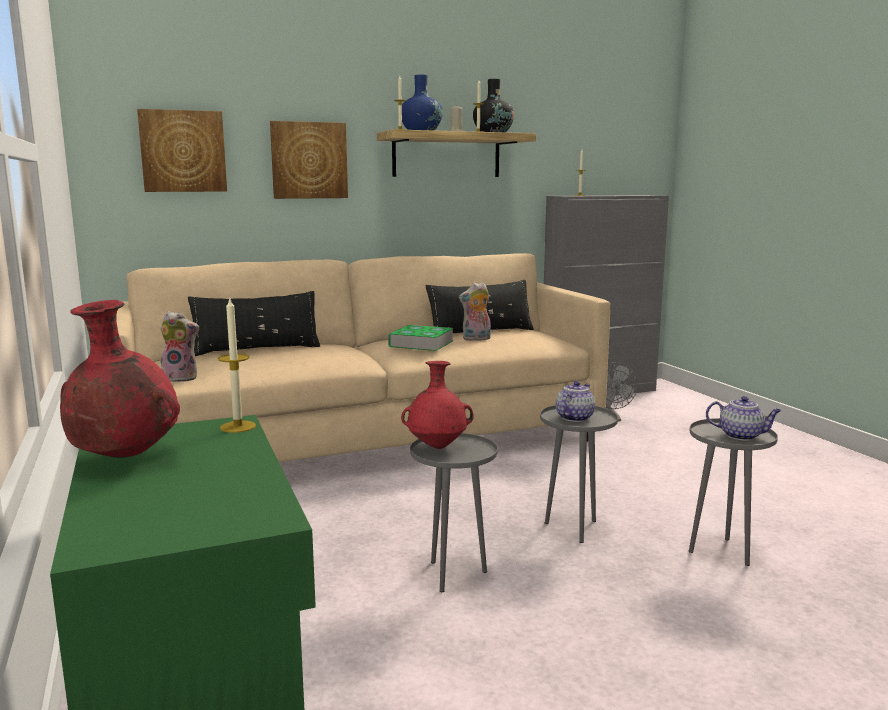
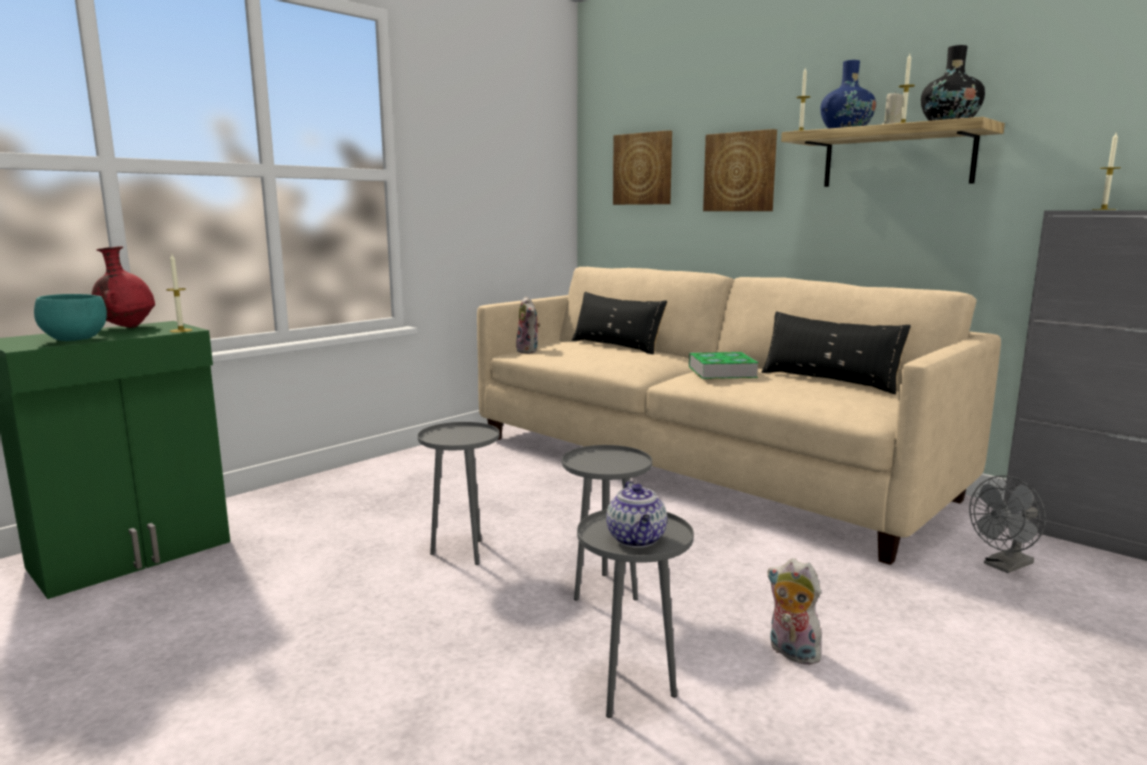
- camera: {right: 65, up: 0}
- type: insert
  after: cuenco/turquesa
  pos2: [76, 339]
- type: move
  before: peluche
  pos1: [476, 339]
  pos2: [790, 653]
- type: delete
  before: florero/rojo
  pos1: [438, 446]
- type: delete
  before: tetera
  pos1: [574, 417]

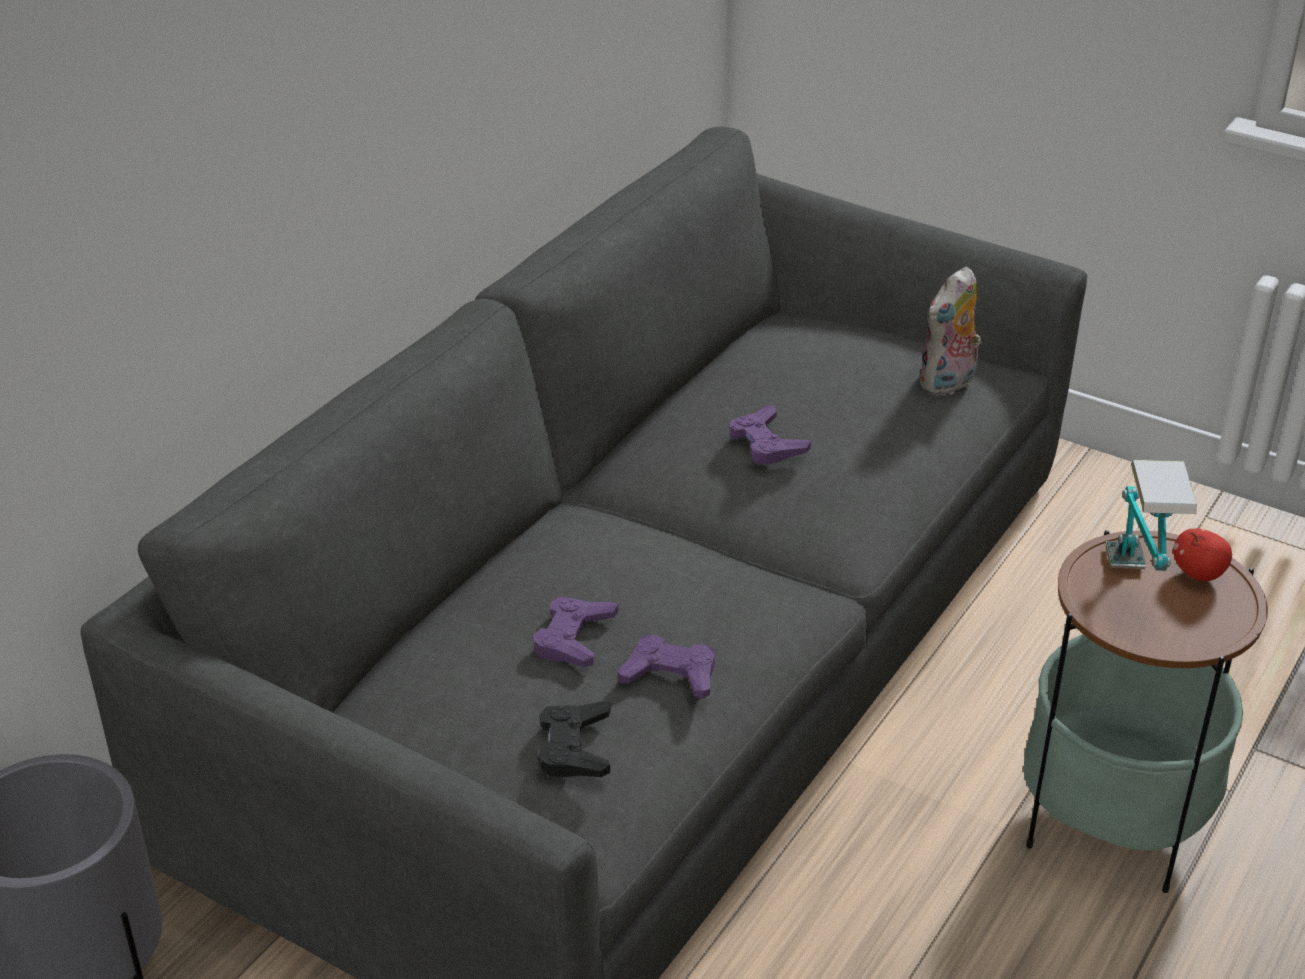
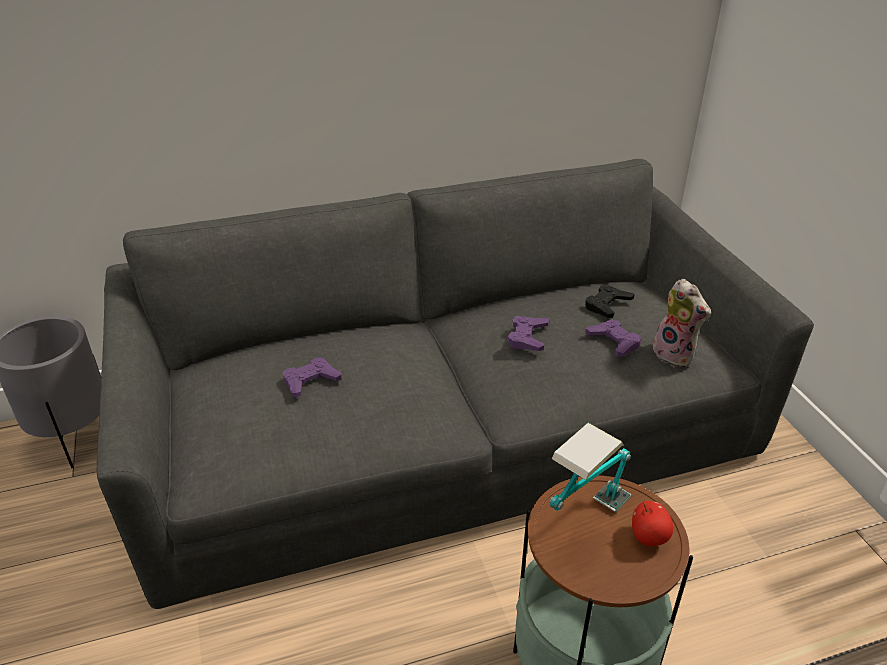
- camera: {right: 40, up: 0}
- type: move
  before: mando de consola/negro
  pos1: [574, 747]
  pos2: [607, 305]
- type: move
  before: mando de consola/morado
  pos1: [670, 674]
  pos2: [614, 342]
- type: rotate
  before: peluche
  pos1: [948, 384]
  pos2: [675, 355]
  turn: -120

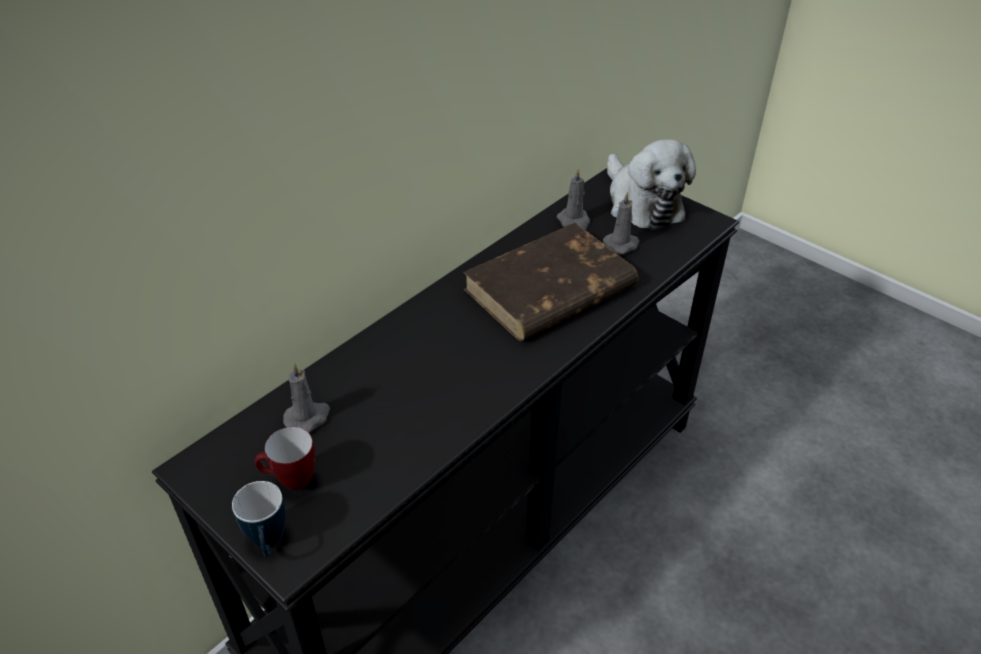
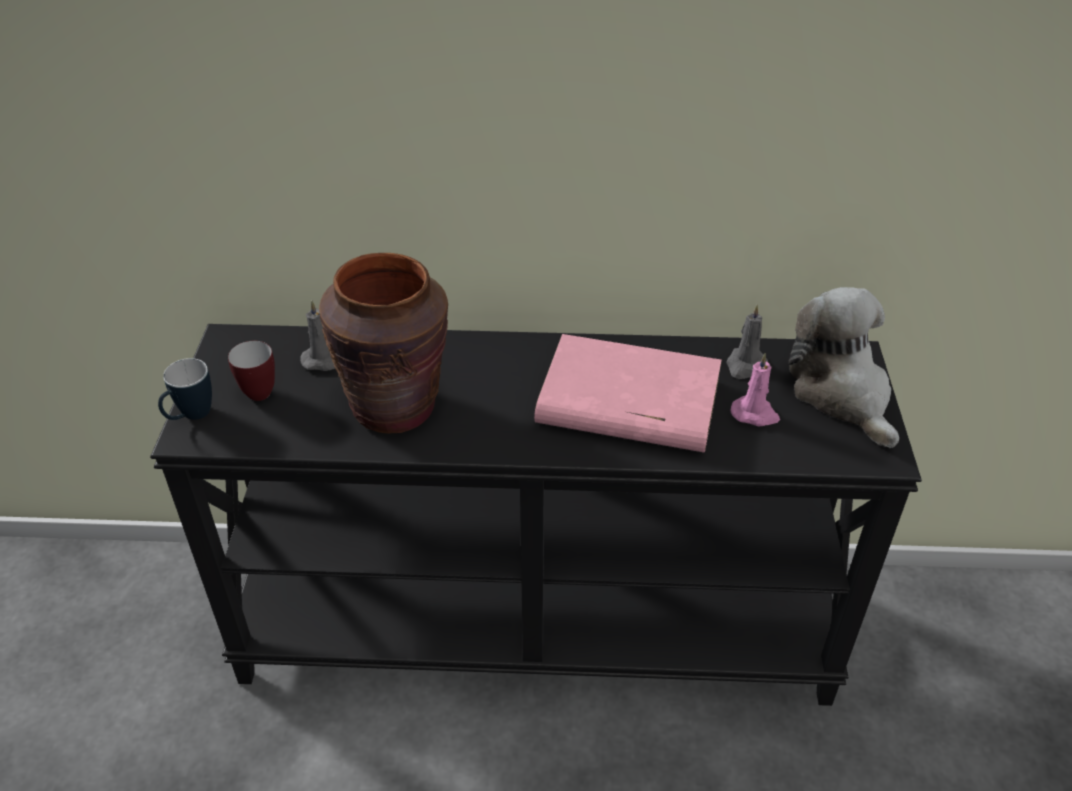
- camera: {right: 50, up: 0}
- type: insert
  after: florero/marrón
  pos2: [395, 407]
- type: recolor
  before: libro/marrón
  after: libro/rosa
  pos1: [549, 289]
  pos2: [626, 402]
- type: recolor
  before: vela/gris
  after: vela/rosa
  pos1: [621, 245]
  pos2: [755, 414]
- type: rotate
  before: peluche
  pos1: [642, 203]
  pos2: [842, 394]
  turn: 135

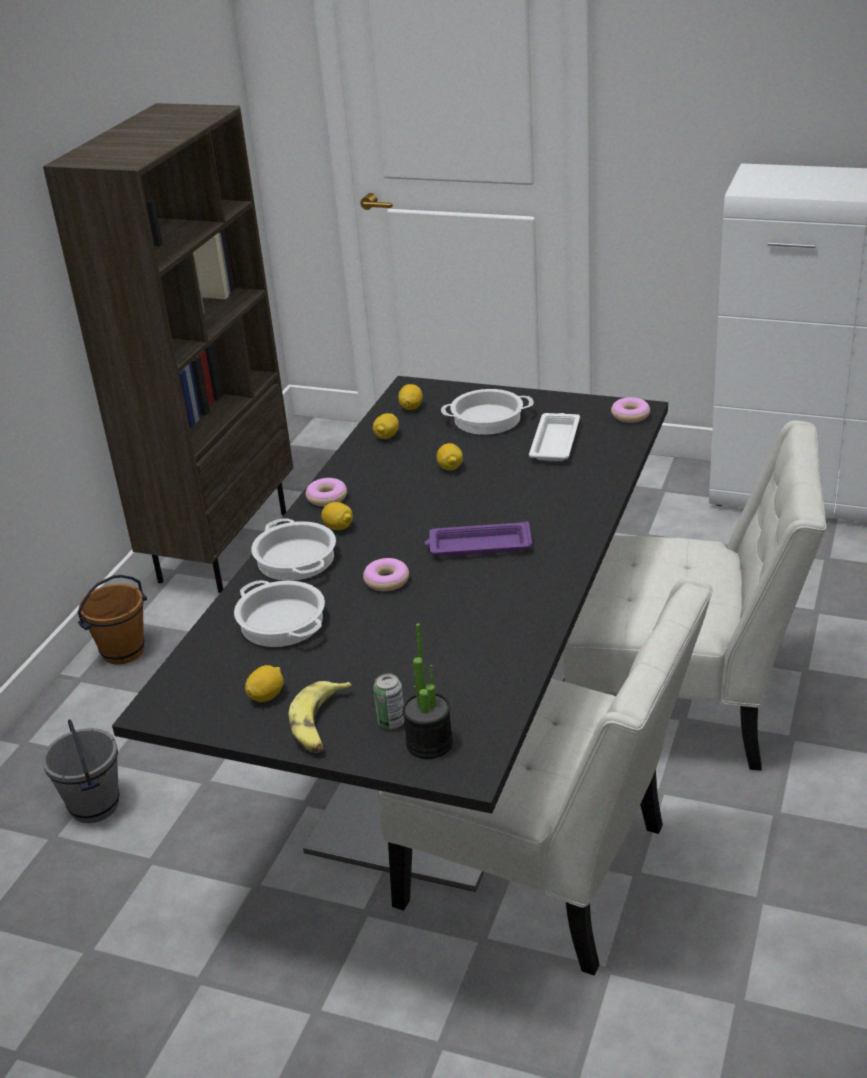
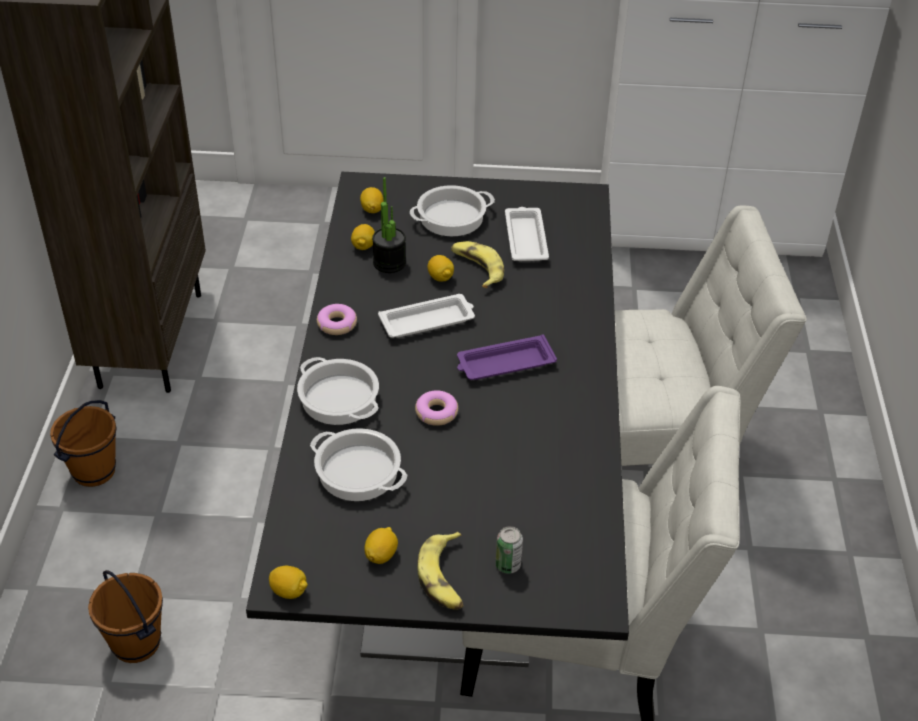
- camera: {right: -20, up: 10}
- type: recolor
  before: cubo/gris
  after: cubo/marrón
  pos1: [94, 806]
  pos2: [135, 644]
- type: move
  before: limón
  pos1: [338, 527]
  pos2: [289, 591]
- type: move
  before: planta en maceta
  pos1: [429, 743]
  pos2: [389, 263]
- type: insert
  after: bandeja/blanco
  pos2: [428, 321]
- type: insert
  after: plátano
  pos2: [477, 268]
- type: delete
  before: rosquilla
  pos1: [630, 415]

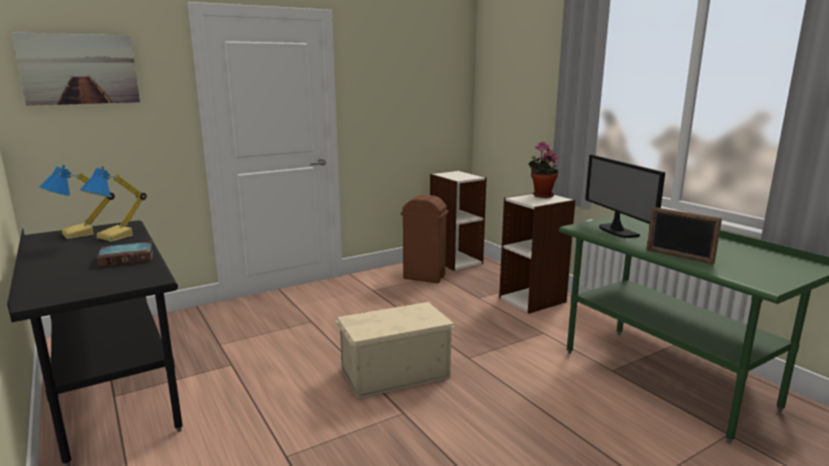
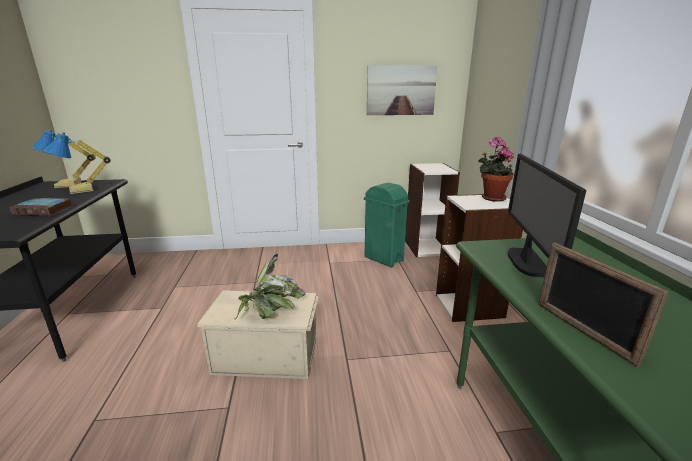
- camera: {right: 25, up: 5}
- type: insert
  after: planta en maceta
  pos2: [271, 315]
- type: recolor
  before: papelera/marrón
  after: papelera/verde
  pos1: [424, 277]
  pos2: [384, 259]
- type: move
  before: cuadro
  pos1: [79, 69]
  pos2: [401, 90]

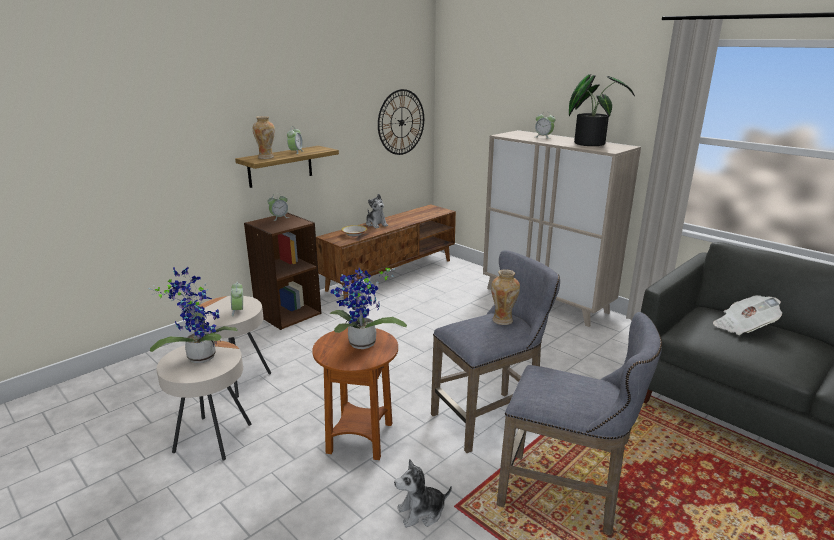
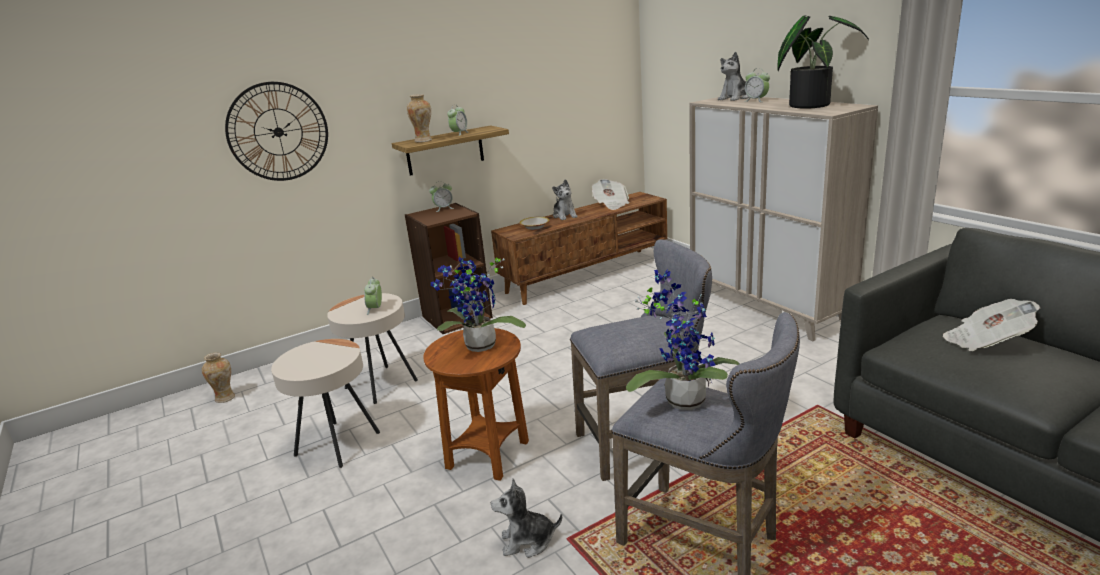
- camera: {right: 15, up: 0}
- type: move
  before: florero
  pos1: [503, 320]
  pos2: [225, 398]
- type: move
  before: reloj de pared
  pos1: [401, 122]
  pos2: [278, 132]
- type: insert
  after: periódico
  pos2: [611, 204]
- type: move
  before: planta en maceta
  pos1: [200, 355]
  pos2: [681, 398]
- type: insert
  after: peluche
  pos2: [735, 98]

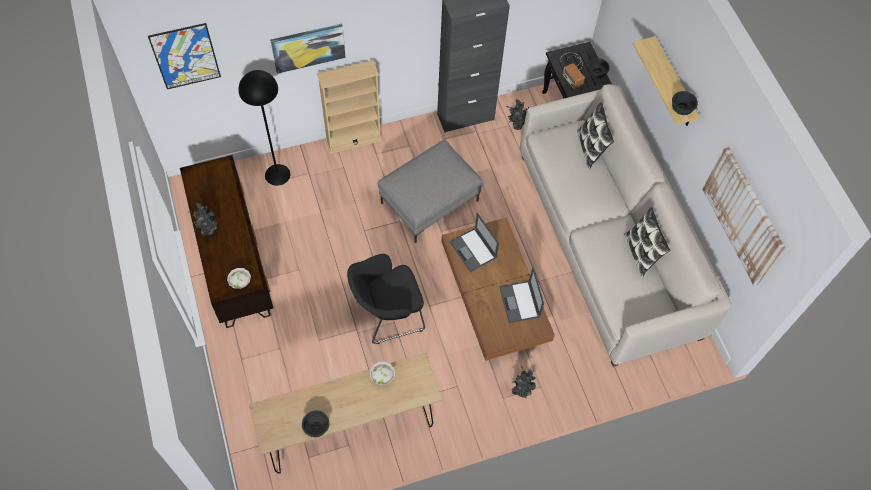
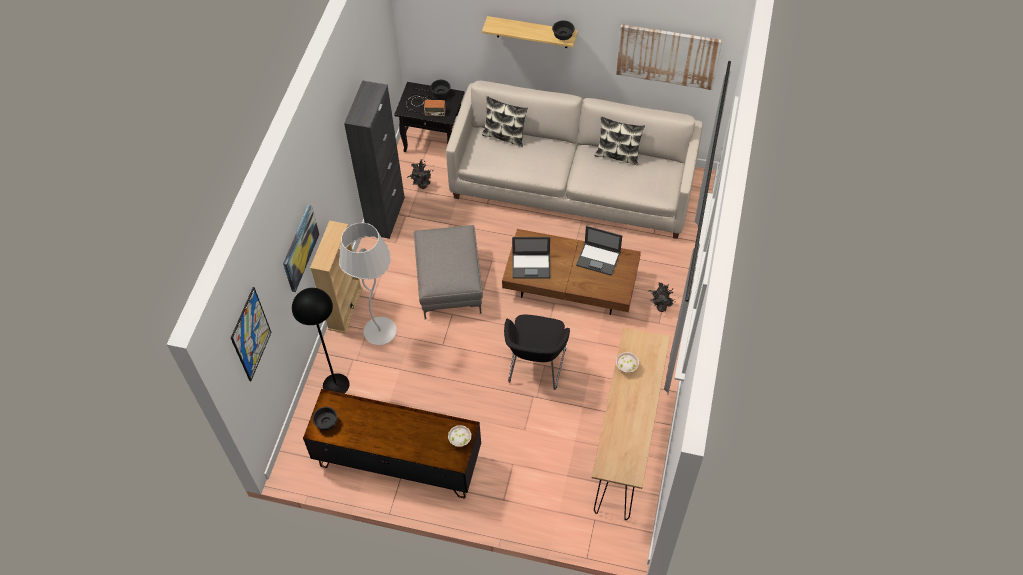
- camera: {right: -55, up: -5}
- type: move
  before: cuenco/negro
  pos1: [317, 427]
  pos2: [326, 422]
- type: insert
  after: lámpara de pie/blanco
  pos2: [380, 332]
- type: delete
  before: planta en maceta
  pos1: [208, 230]

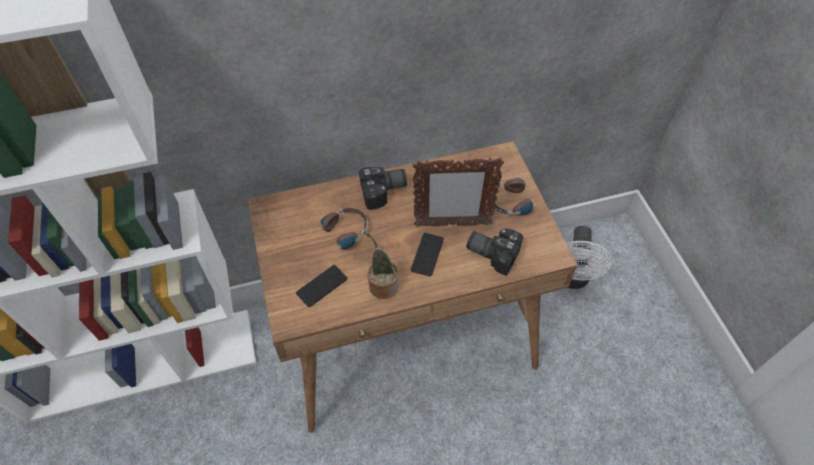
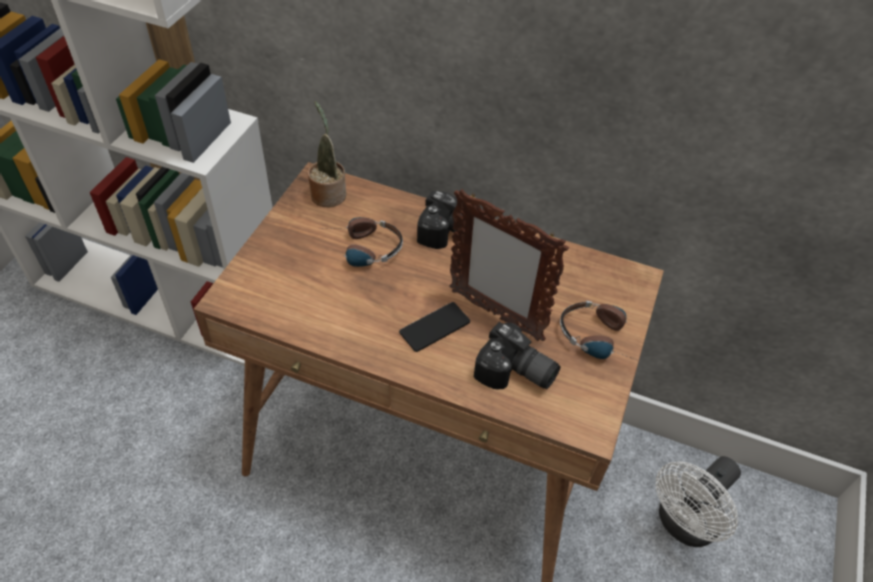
- camera: {right: 35, up: -5}
- type: move
  before: planta en maceta
  pos1: [382, 284]
  pos2: [328, 193]
- type: rotate
  before: cámara
  pos1: [493, 252]
  pos2: [515, 374]
  turn: 150
- type: delete
  before: móvil
  pos1: [322, 286]

